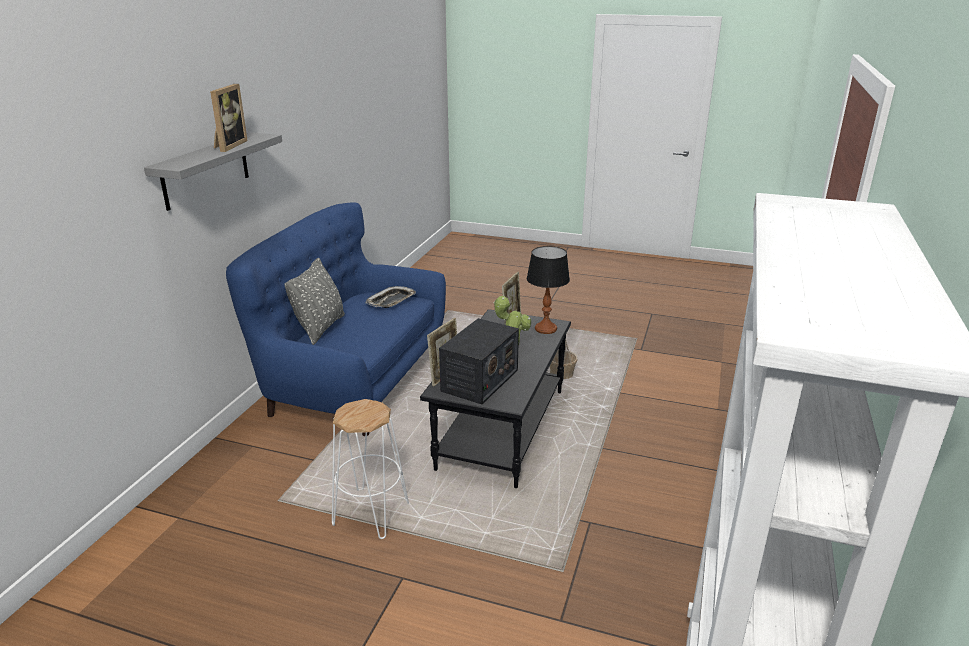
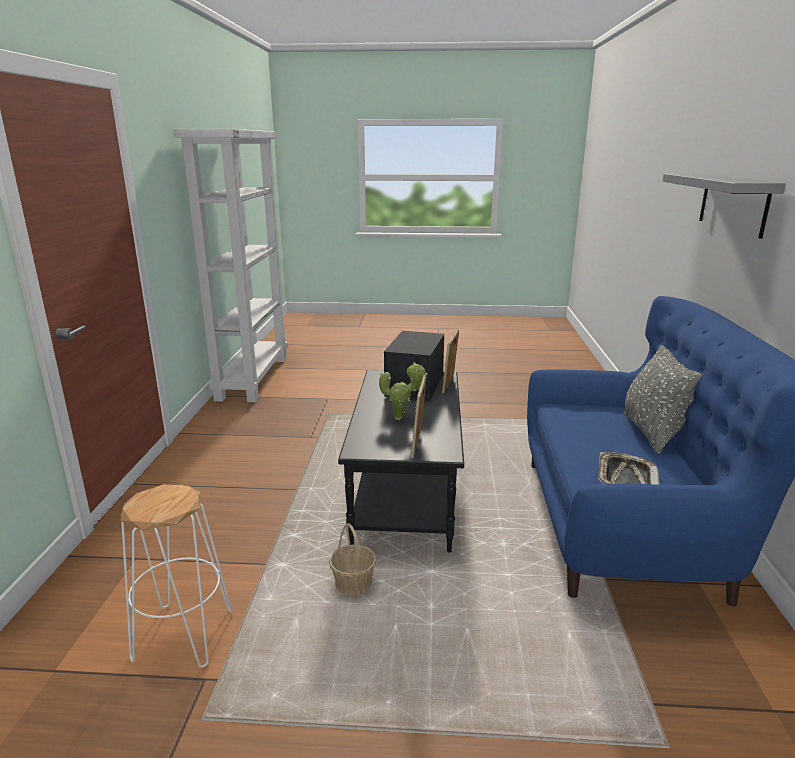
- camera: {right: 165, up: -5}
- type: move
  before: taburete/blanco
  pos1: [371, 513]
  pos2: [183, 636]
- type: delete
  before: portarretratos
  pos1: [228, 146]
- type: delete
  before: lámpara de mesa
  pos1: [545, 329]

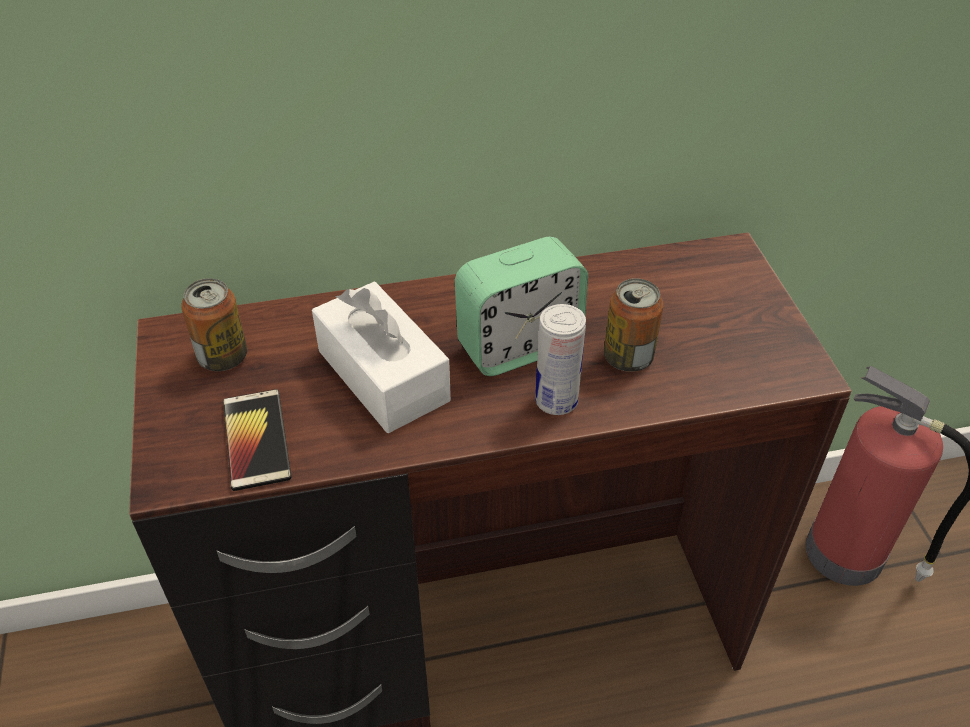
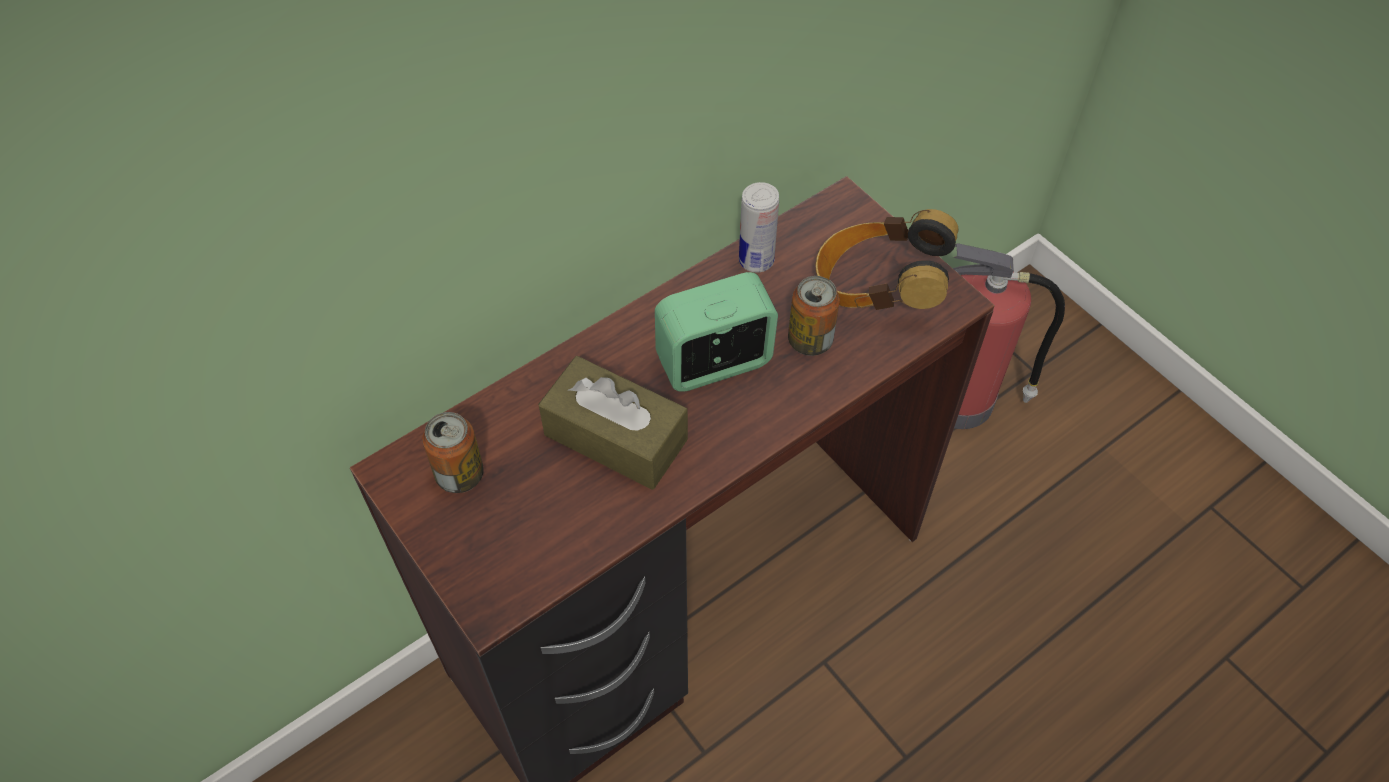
- camera: {right: -25, up: 10}
- type: recolor
  before: caja de pañuelos/blanco
  after: caja de pañuelos/marrón
  pos1: [383, 376]
  pos2: [615, 437]
- type: rotate
  before: despertador
  pos1: [519, 345]
  pos2: [714, 363]
  turn: -150
- type: move
  before: lata
  pos1: [556, 401]
  pos2: [756, 260]
- type: insert
  after: auriculares
  pos2: [877, 289]
- type: delete
  before: móvil
  pos1: [256, 440]

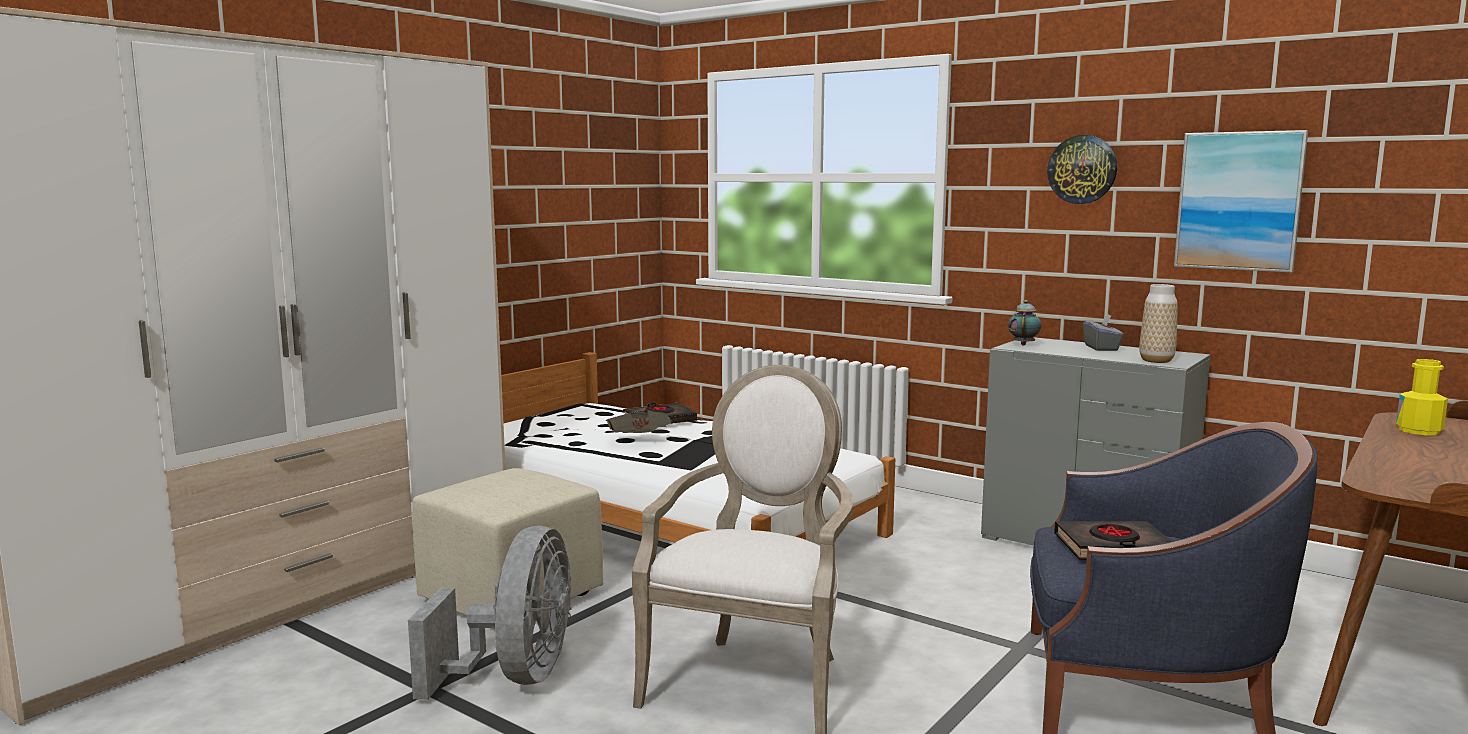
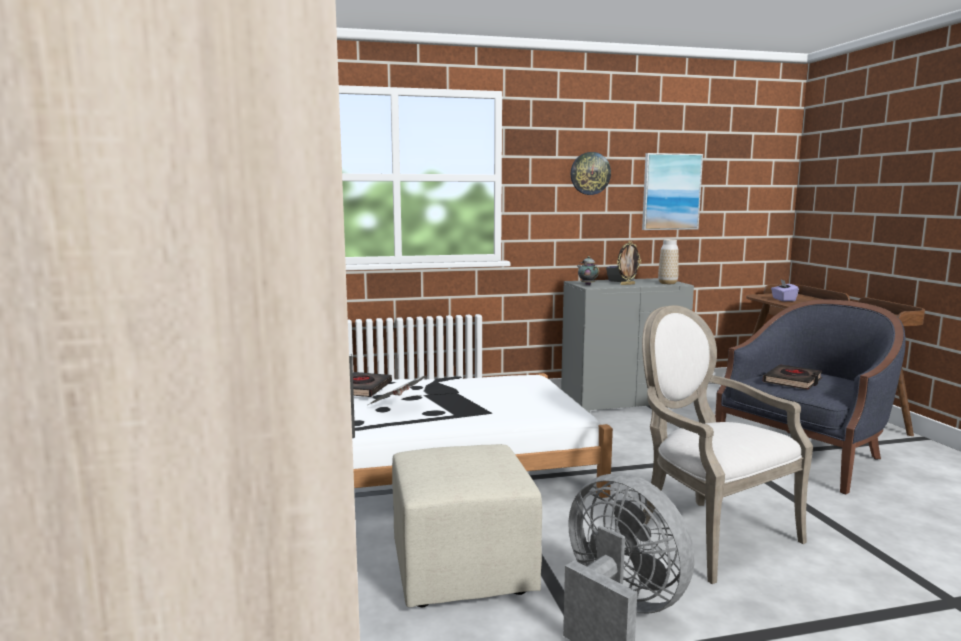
- camera: {right: -50, up: 0}
- type: insert
  after: portarretratos
  pos2: [627, 284]
- type: replace
  before: botella/amarillo
  after: caja de pañuelos/morado
  pos1: [1419, 431]
  pos2: [783, 300]

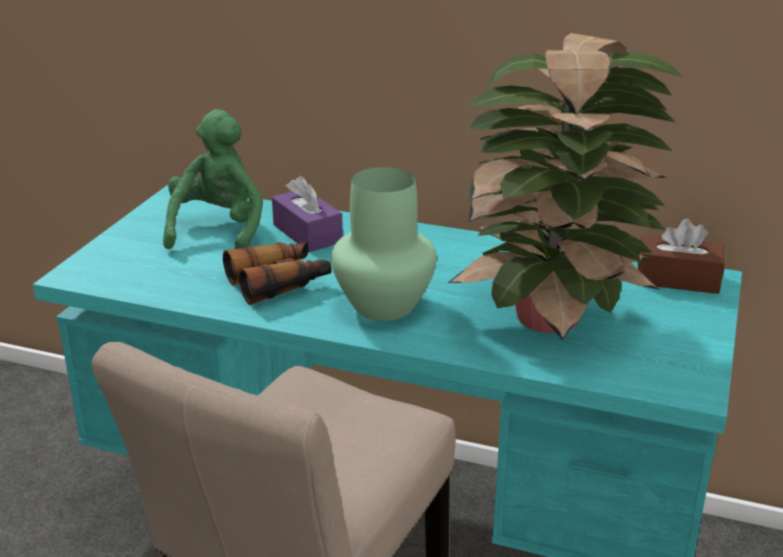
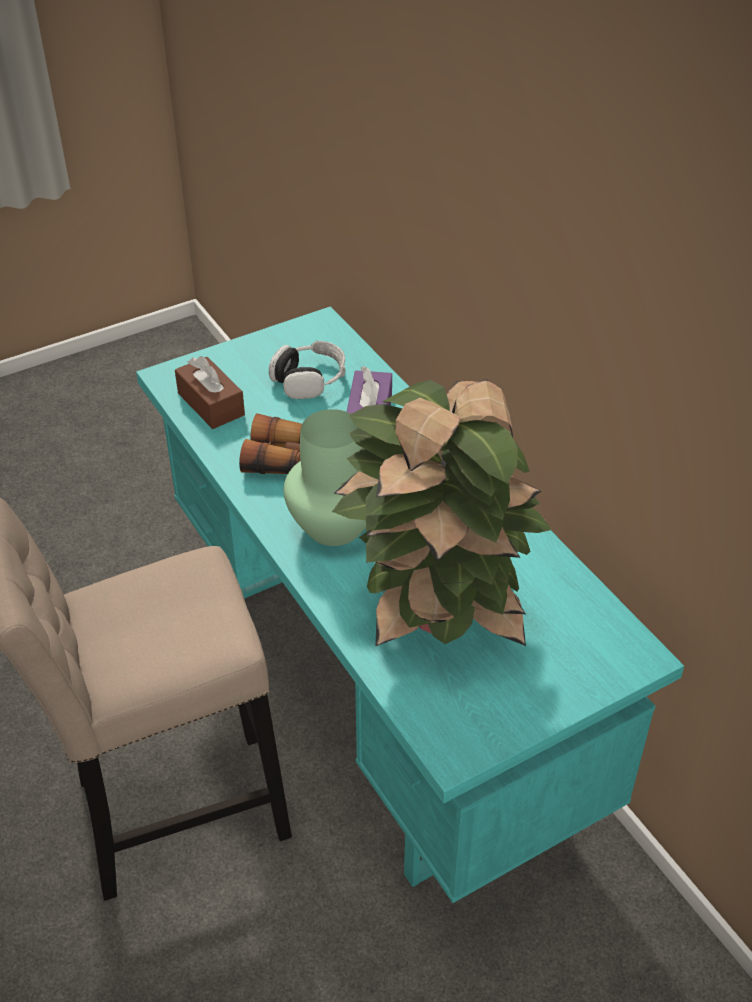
- camera: {right: 40, up: 15}
- type: move
  before: caja de pañuelos/marrón
  pos1: [677, 279]
  pos2: [211, 404]
- type: replace
  before: peluche/verde
  after: auriculares
  pos1: [218, 231]
  pos2: [309, 380]

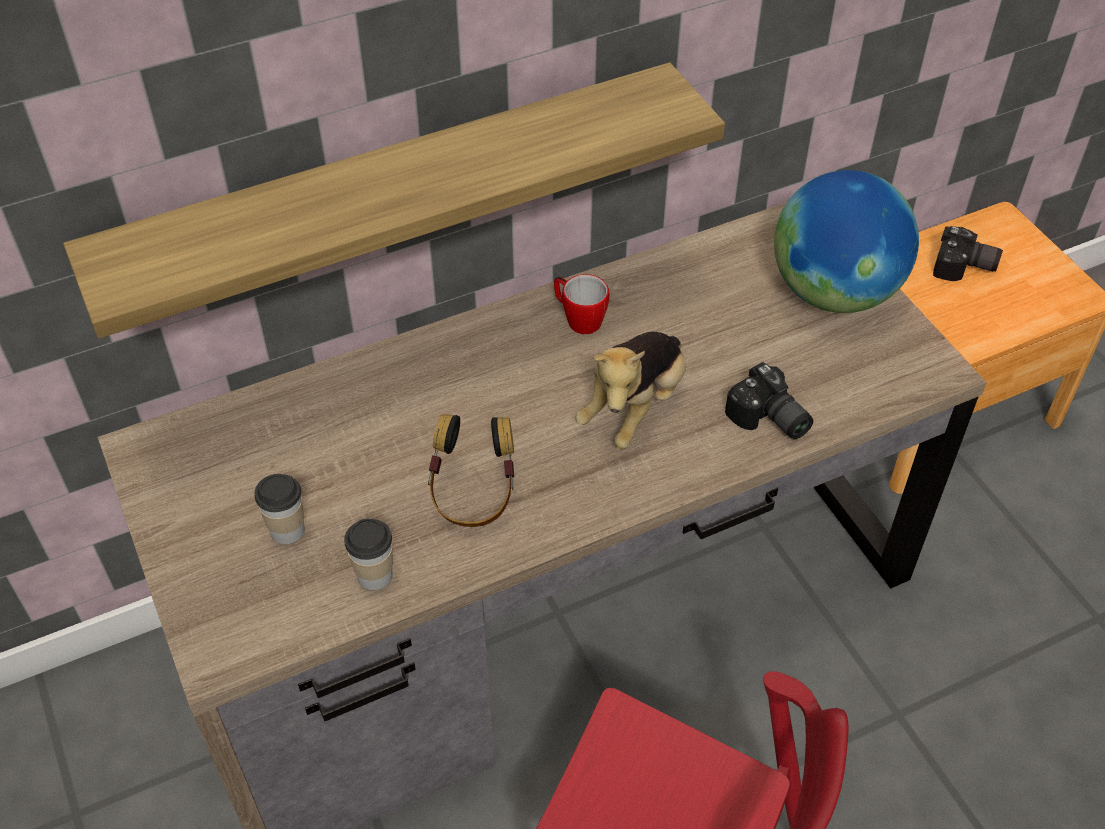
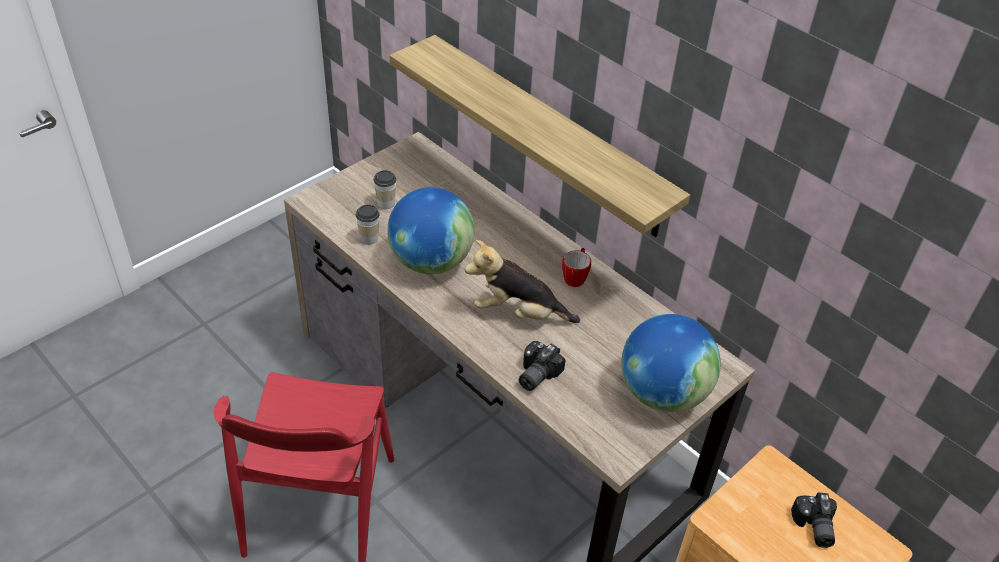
- camera: {right: 70, up: -5}
- type: replace
  before: auriculares
  after: globo terráqueo
  pos1: [473, 495]
  pos2: [431, 261]

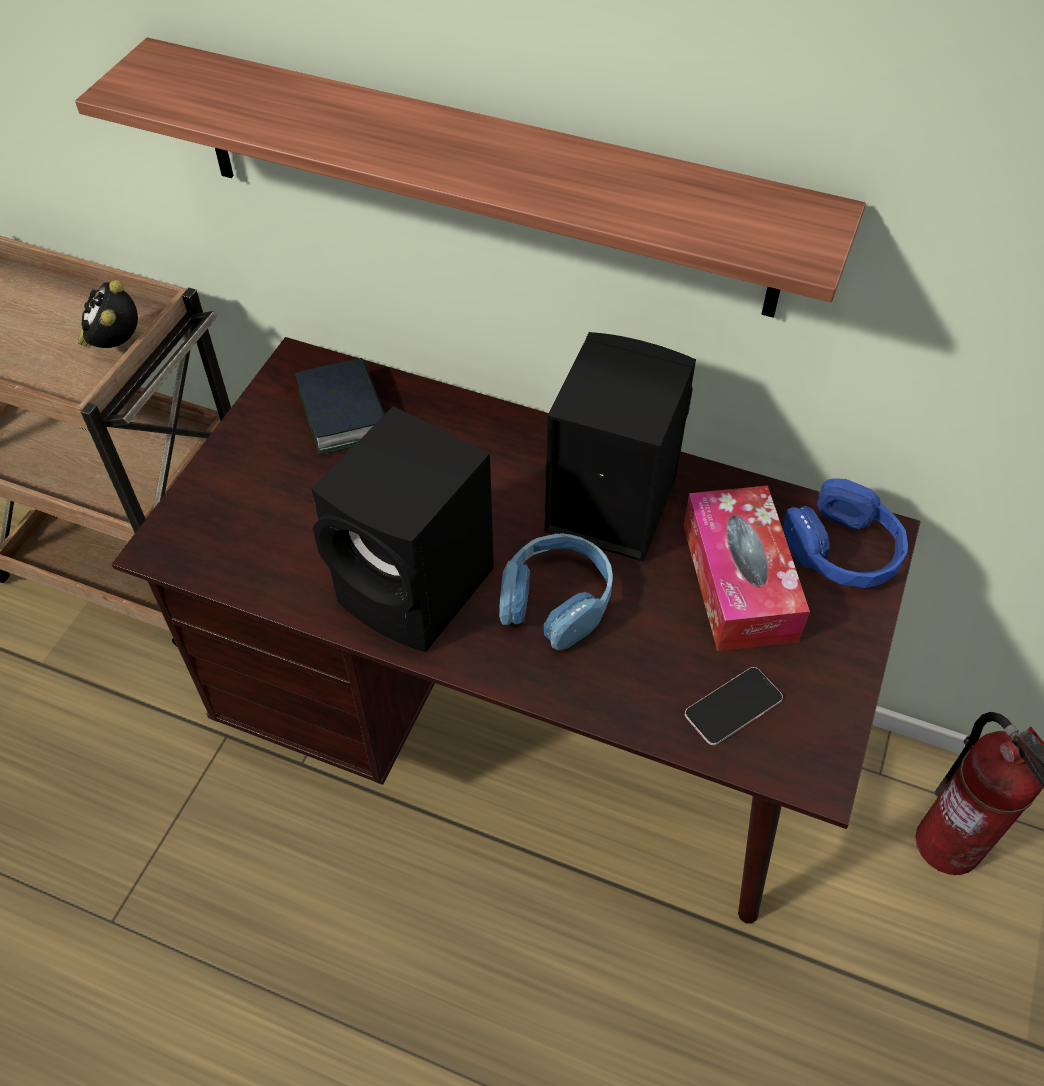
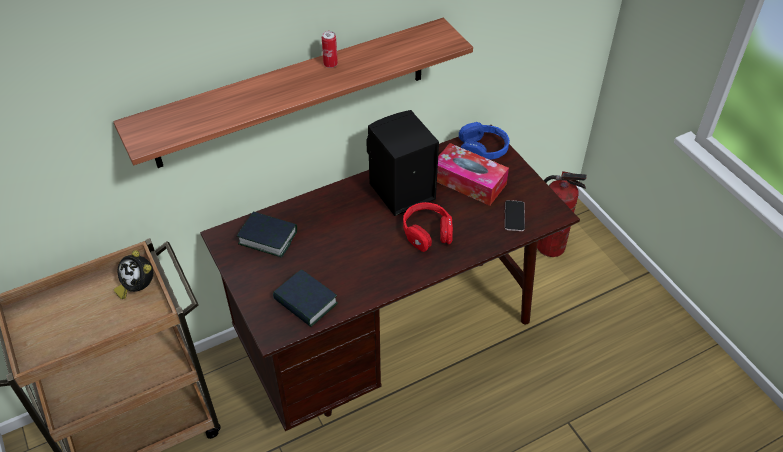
- camera: {right: -50, up: -5}
- type: insert
  after: libro
  pos2: [305, 302]
- type: insert
  after: lata
  pos2: [330, 64]
- type: recolor
  before: auriculares/azul
  after: auriculares/rojo
  pos1: [556, 600]
  pos2: [427, 232]
- type: delete
  before: altavoz/negro
  pos1: [419, 590]

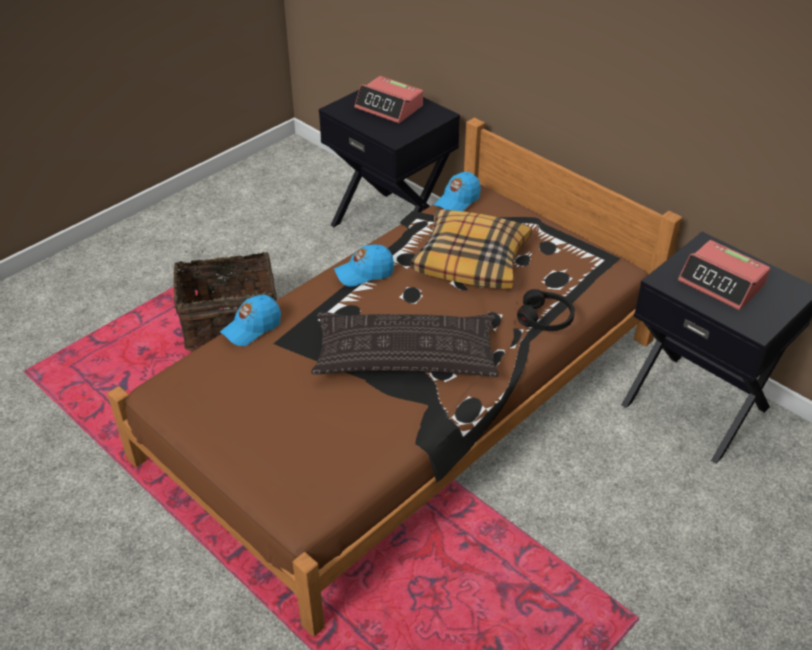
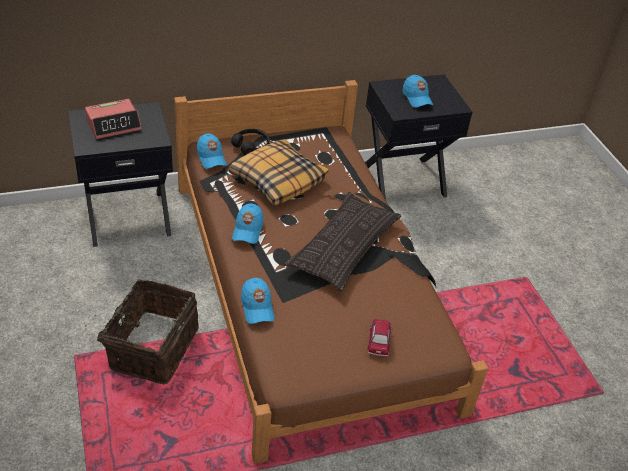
- camera: {right: -65, up: 0}
- type: move
  before: auriculares/negro
  pos1: [545, 318]
  pos2: [251, 146]
- type: insert
  after: coche de juguete
  pos2: [379, 340]
- type: replace
  before: despertador
  after: gorra/azul
  pos1: [722, 283]
  pos2: [417, 98]

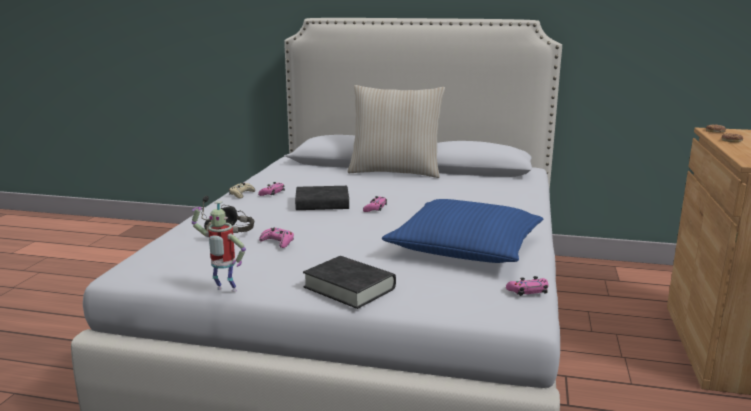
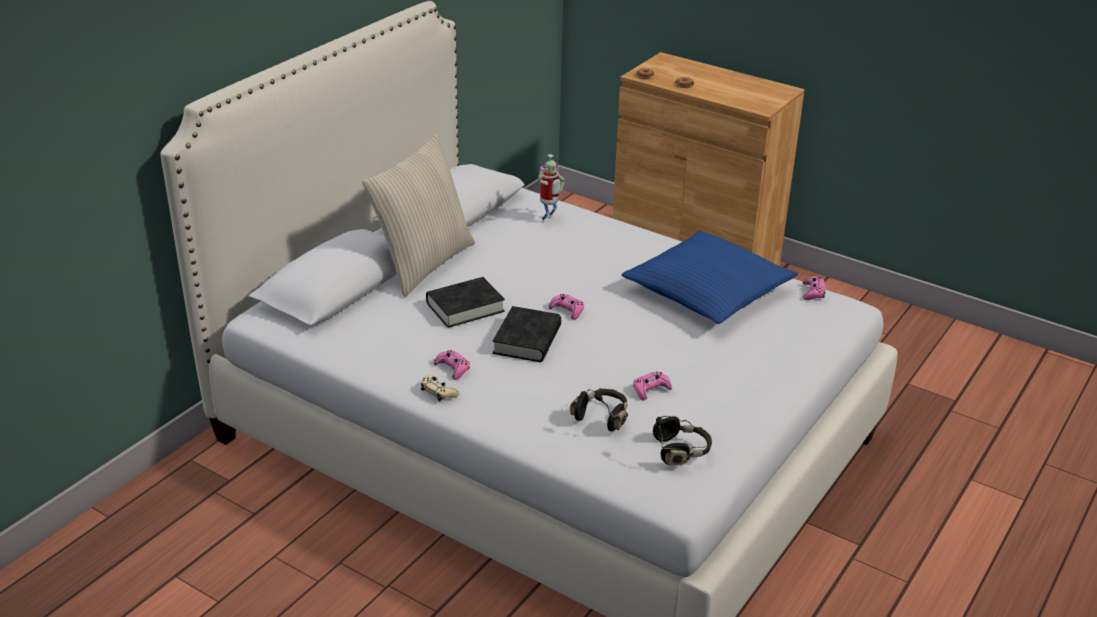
- camera: {right: -70, up: 15}
- type: move
  before: libro/negro
  pos1: [349, 288]
  pos2: [465, 307]
- type: move
  before: robot de juguete
  pos1: [224, 291]
  pos2: [548, 220]
- type: insert
  after: auriculares/negro
  pos2: [681, 451]

